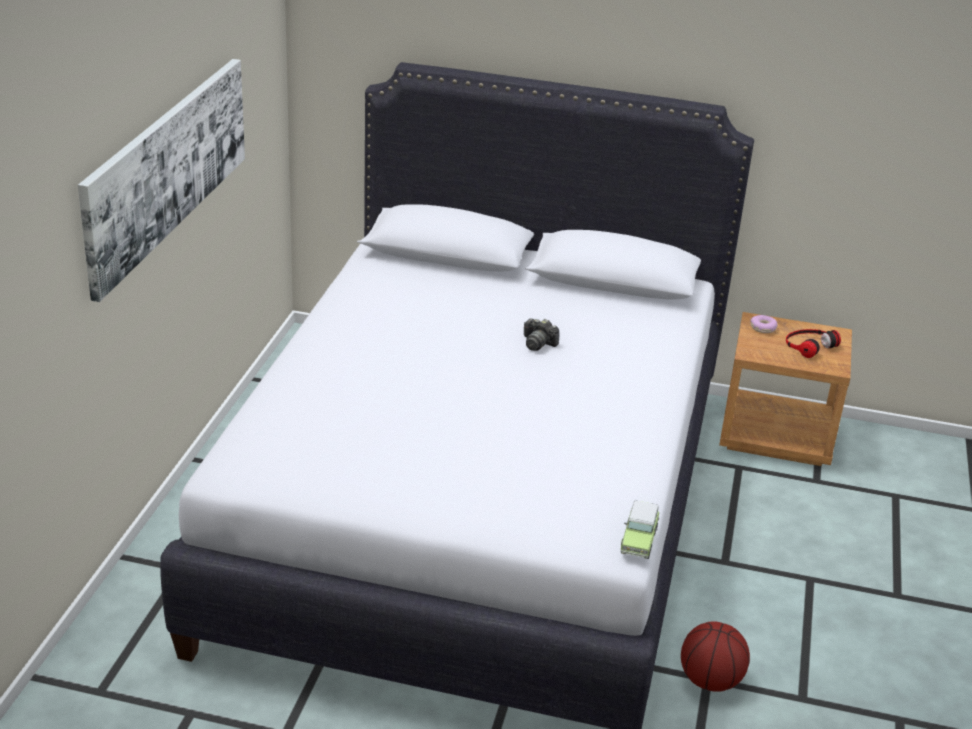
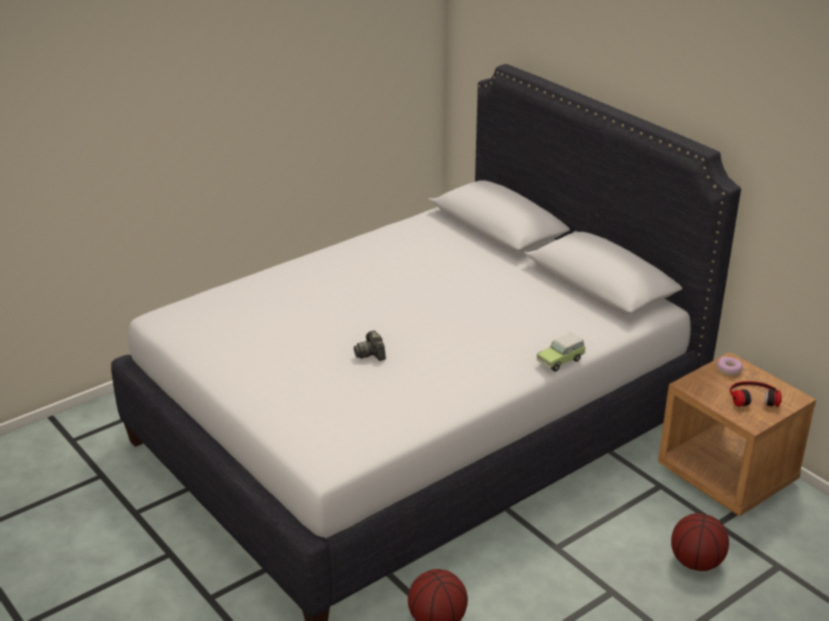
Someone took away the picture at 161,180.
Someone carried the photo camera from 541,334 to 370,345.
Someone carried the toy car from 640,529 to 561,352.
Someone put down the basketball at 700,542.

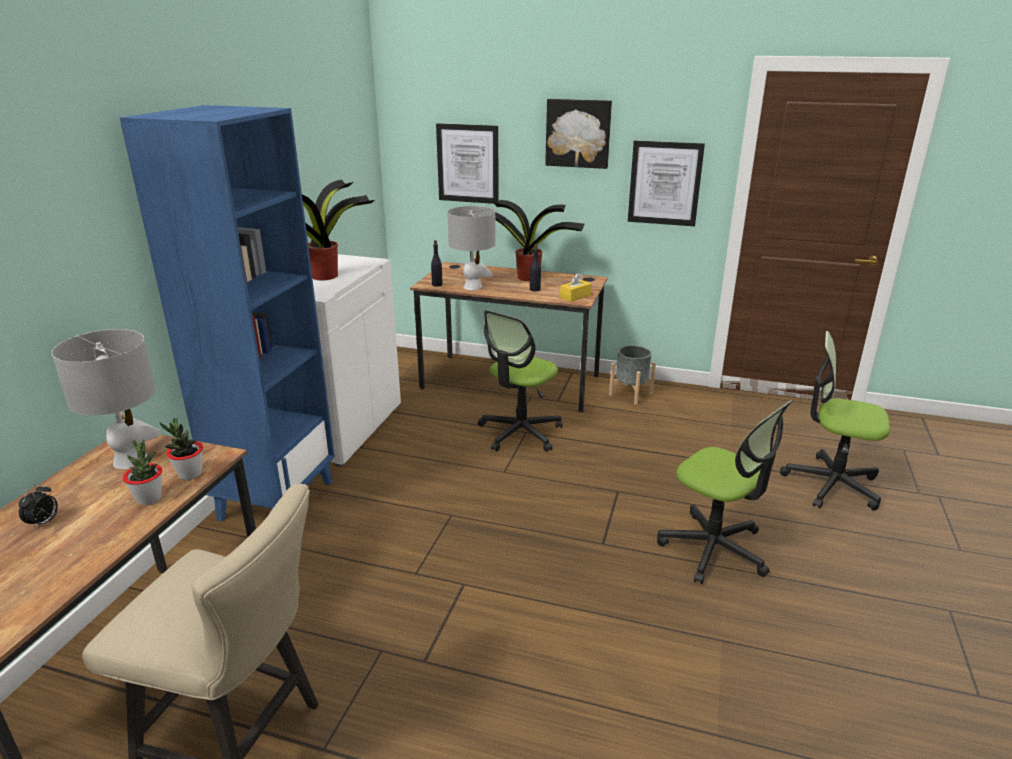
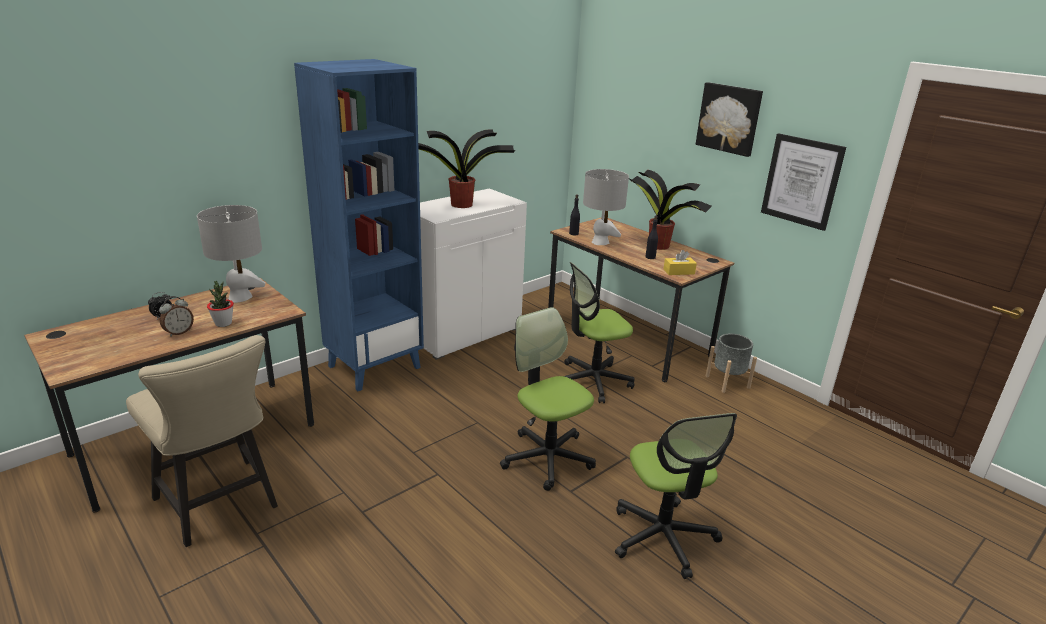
Someone took away the picture at 467,163.
Someone carried the office chair from 835,421 to 548,399.
Someone took away the potted plant at 181,449.
Someone put down the alarm clock at 176,316.

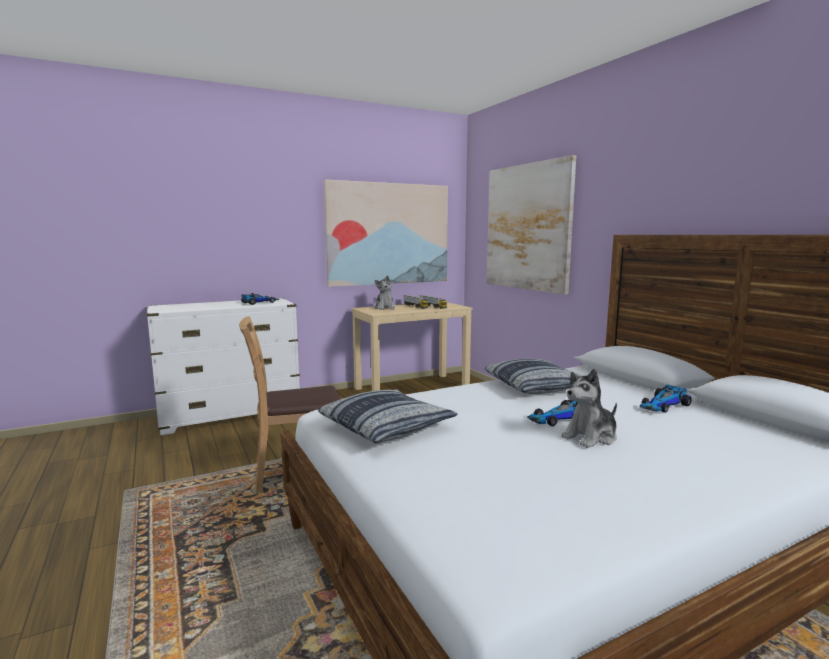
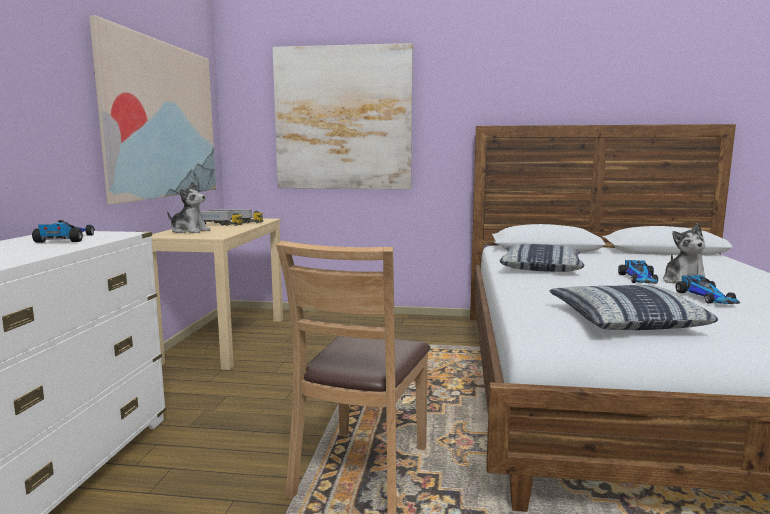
Someone carried the toy car from 665,399 to 708,289.

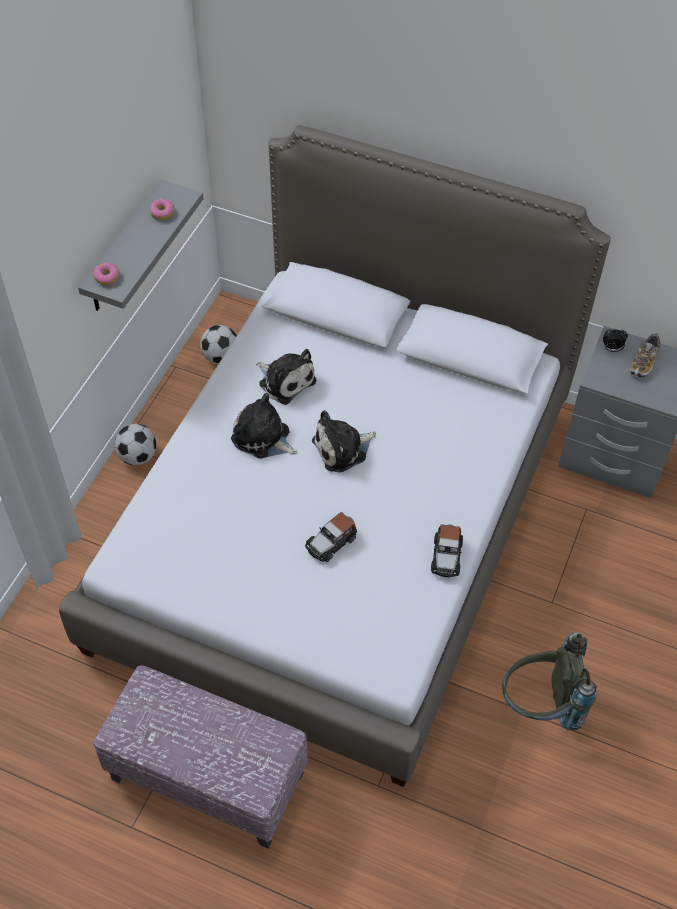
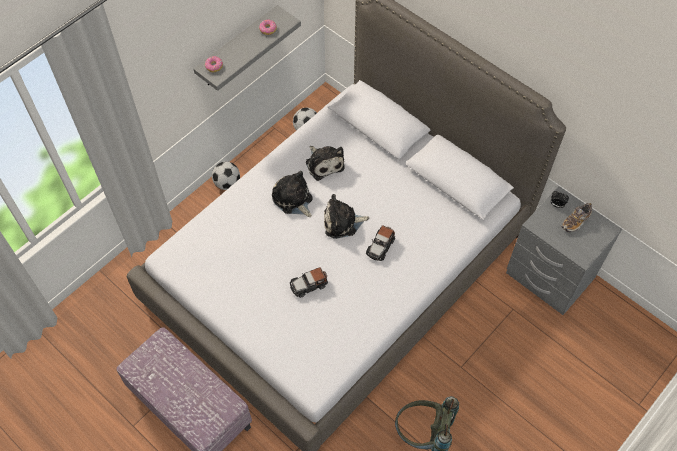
Someone carried the toy car from 447,550 to 380,243.

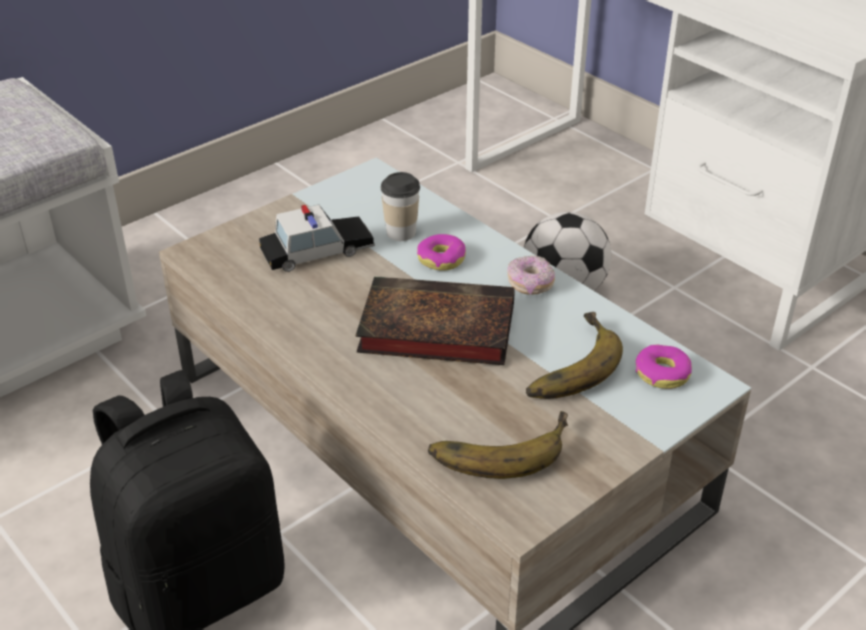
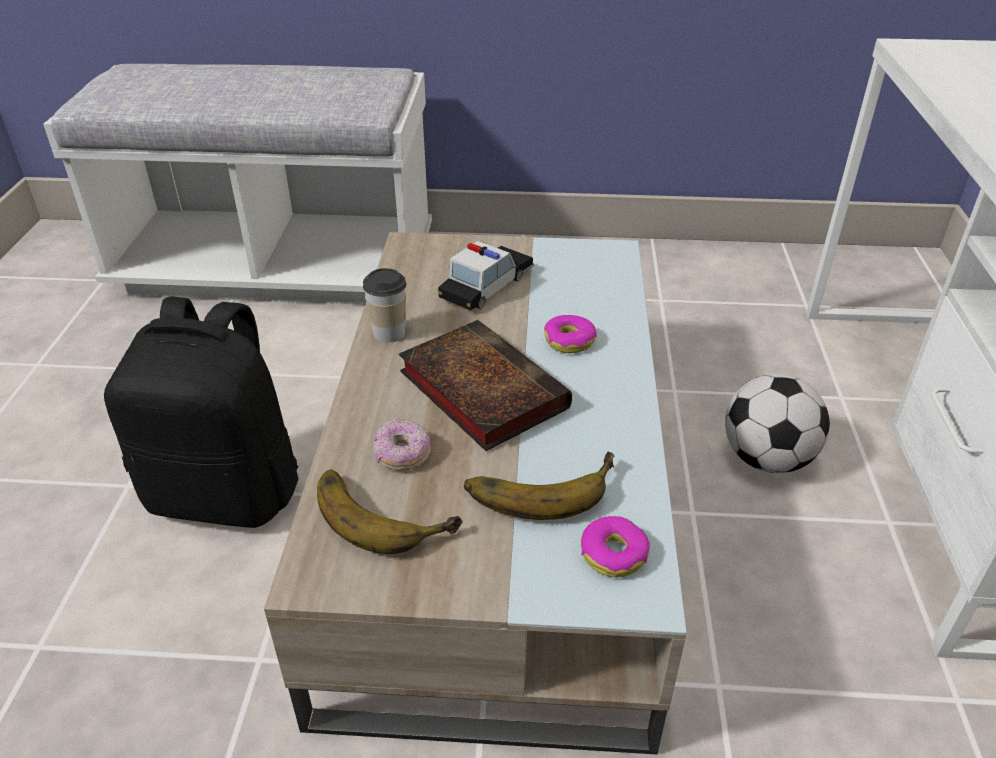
Someone carried the cup from 400,206 to 384,305.
Someone rotated the toy car at 317,238 by 75 degrees counterclockwise.
Someone carried the donut from 531,275 to 401,444.

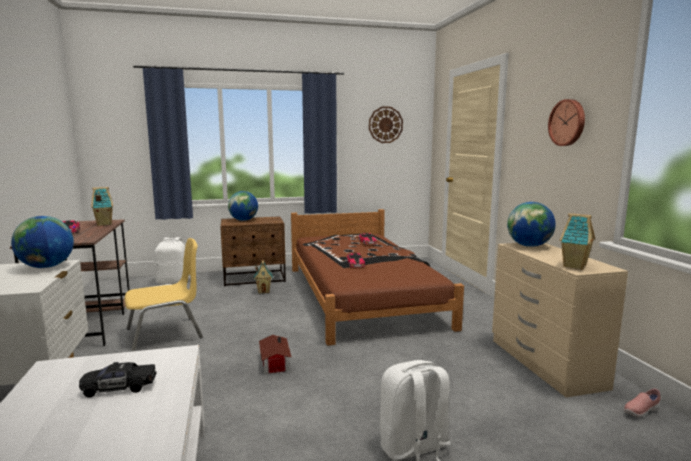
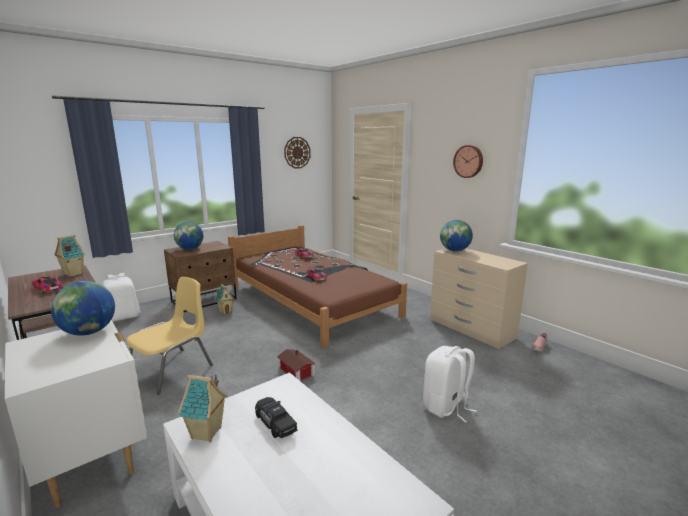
Someone carried the toy house from 577,241 to 202,408.
Someone rotated the black toy car at 117,380 by 90 degrees clockwise.

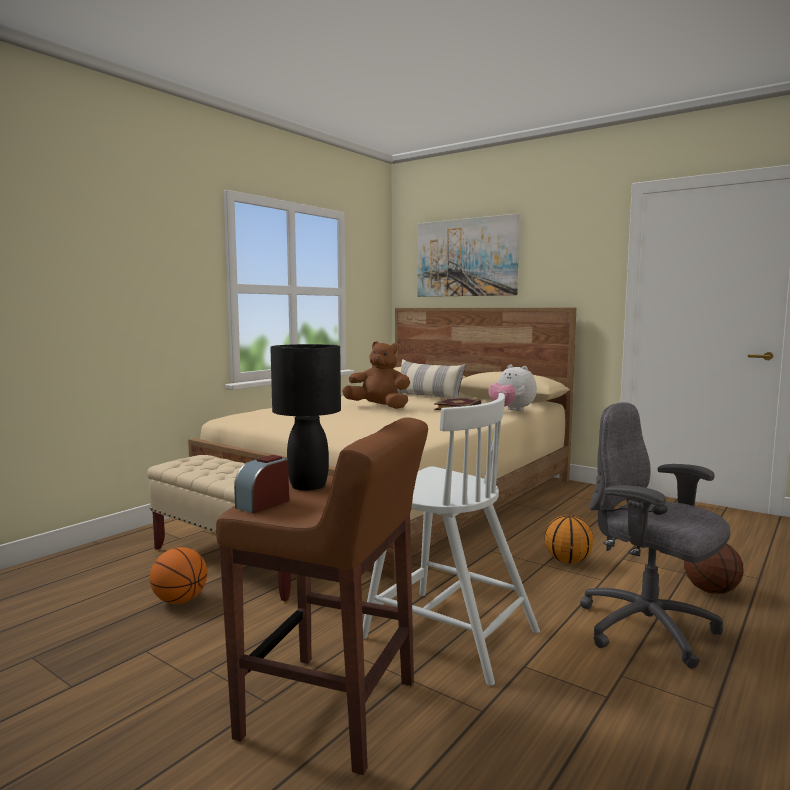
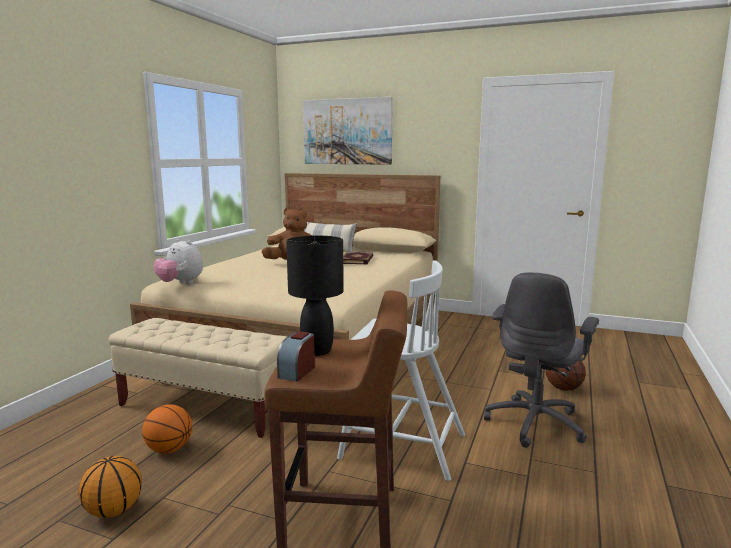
Someone carried the plush toy from 512,387 to 178,261.
Someone rotated the grey office chair at 655,535 by 90 degrees counterclockwise.
Someone carried the basketball from 569,539 to 110,487.

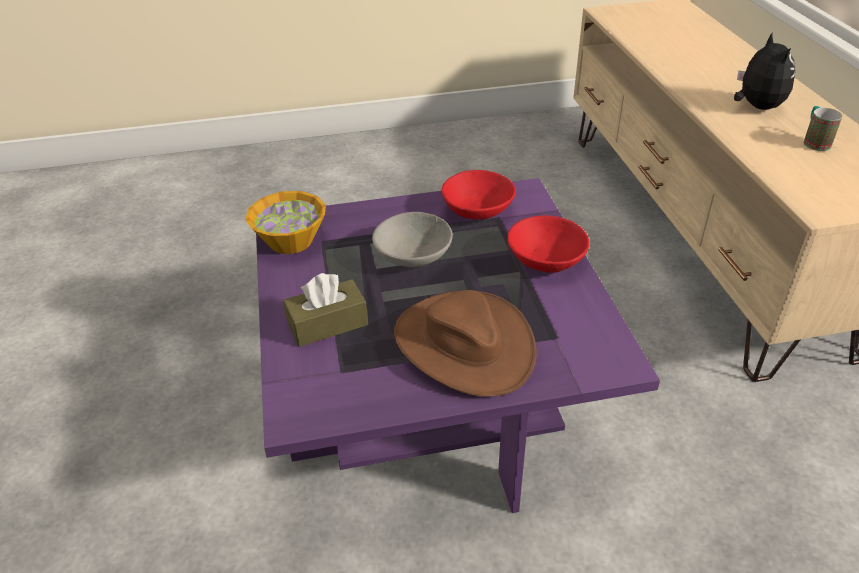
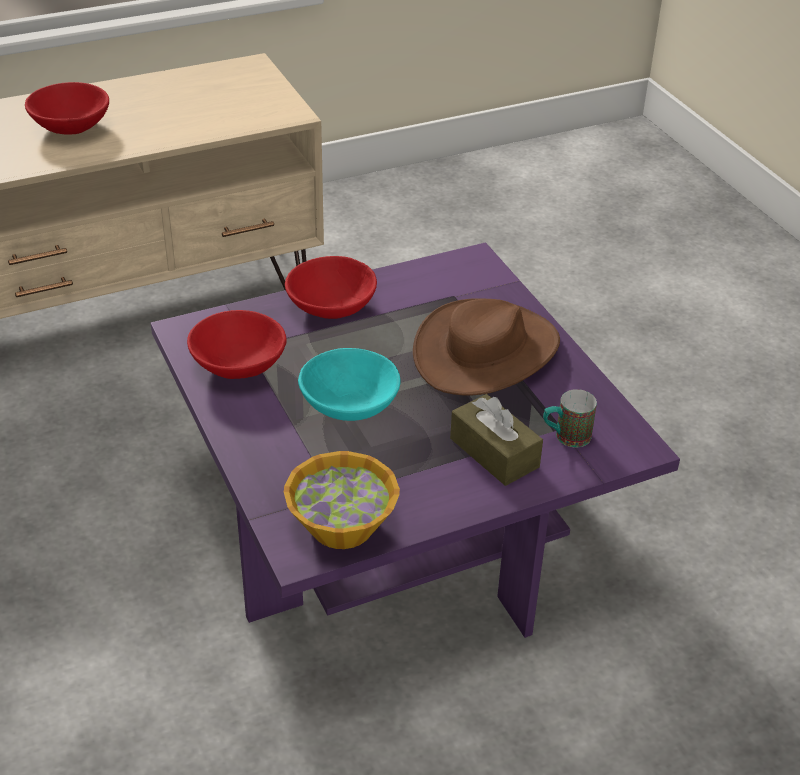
Someone swapped the plush toy at 764,71 for the red bowl at 67,108.
Someone carried the mug from 822,128 to 570,418.
Someone repainted the grey bowl at 412,239, which became the turquoise bowl at 349,384.

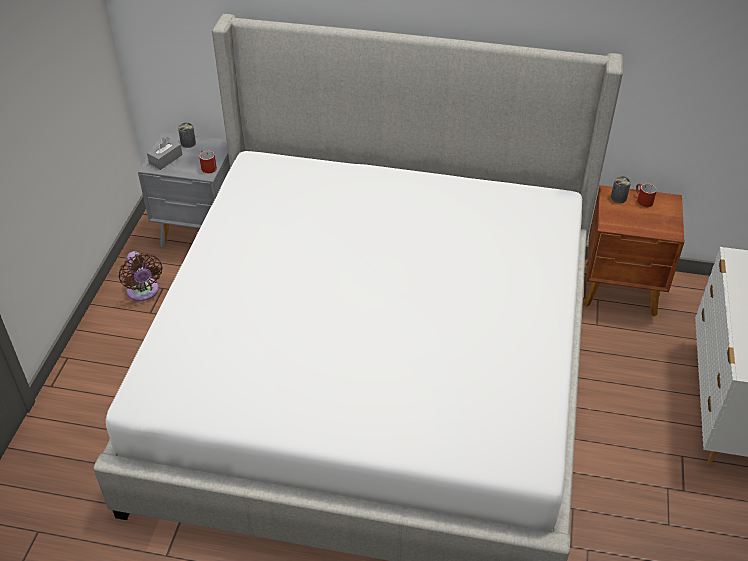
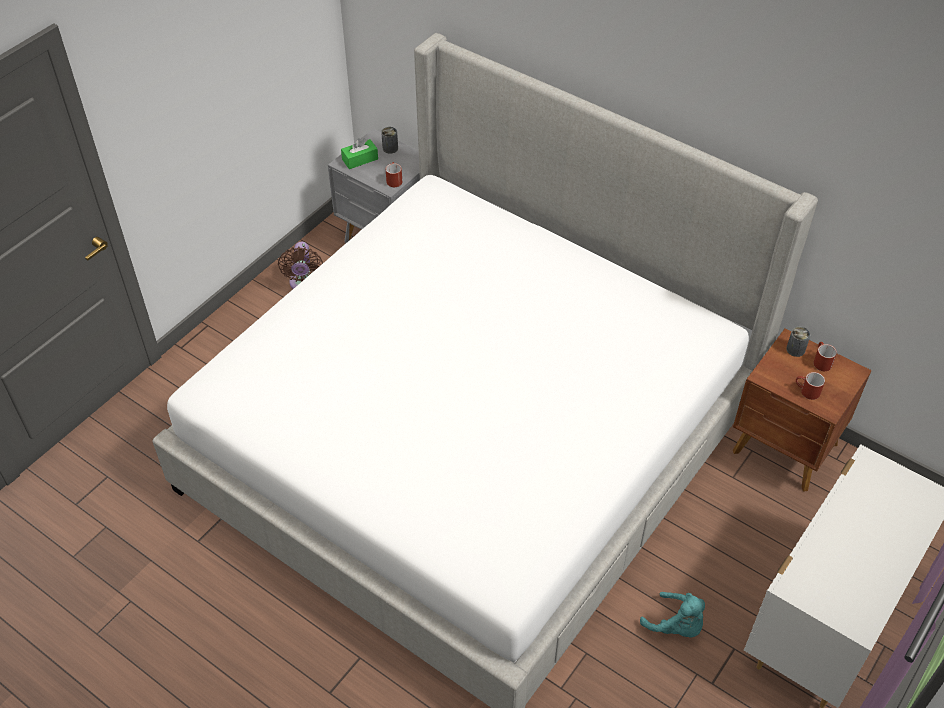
Someone repainted the grey tissue box at 165,153, which became the green tissue box at 359,153.
Someone put down the red mug at 810,386.
Someone put down the turquoise plush toy at 672,615.

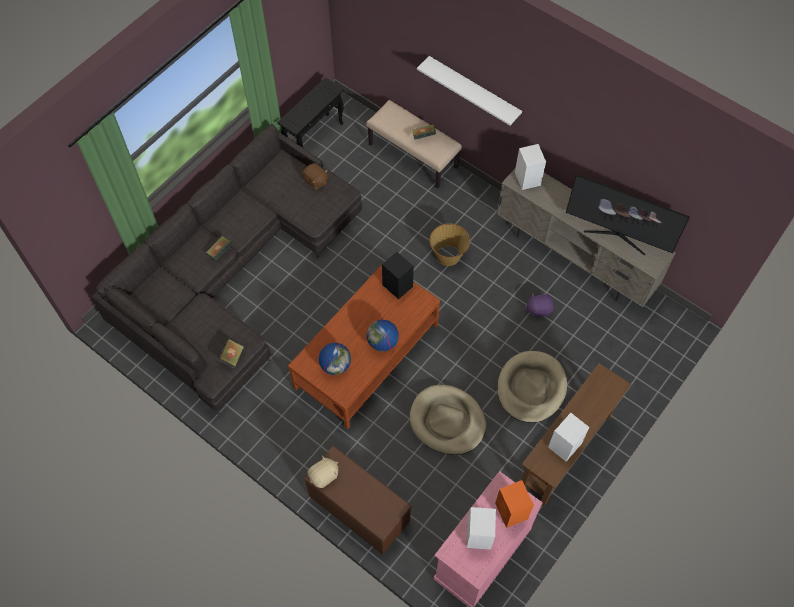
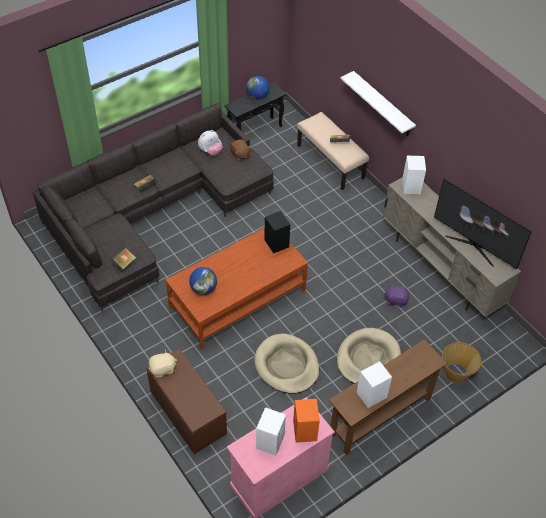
Someone carried the basket from 450,244 to 461,362.
Someone carried the globe from 383,335 to 257,87.
Someone put down the plush toy at 210,143.

